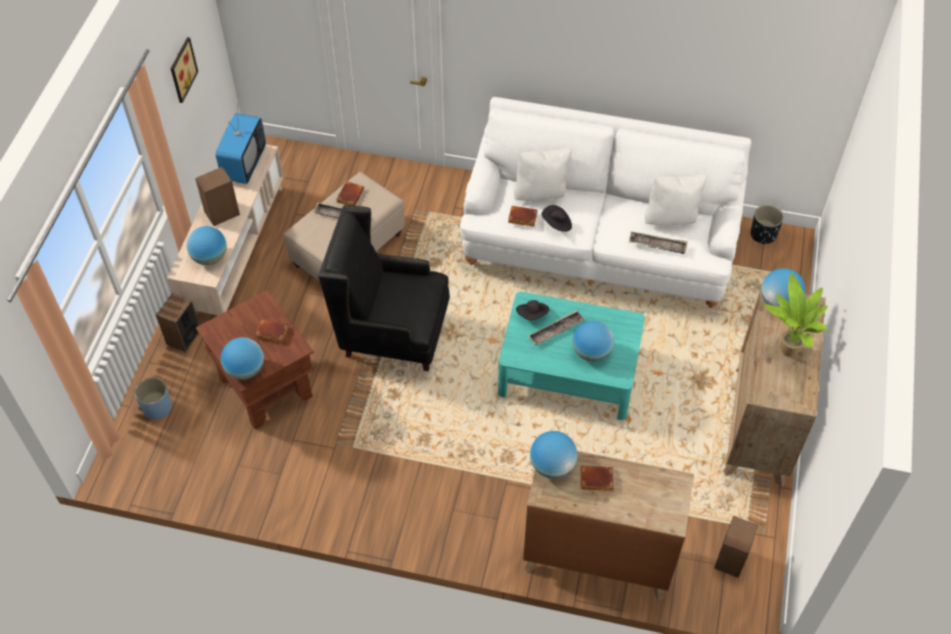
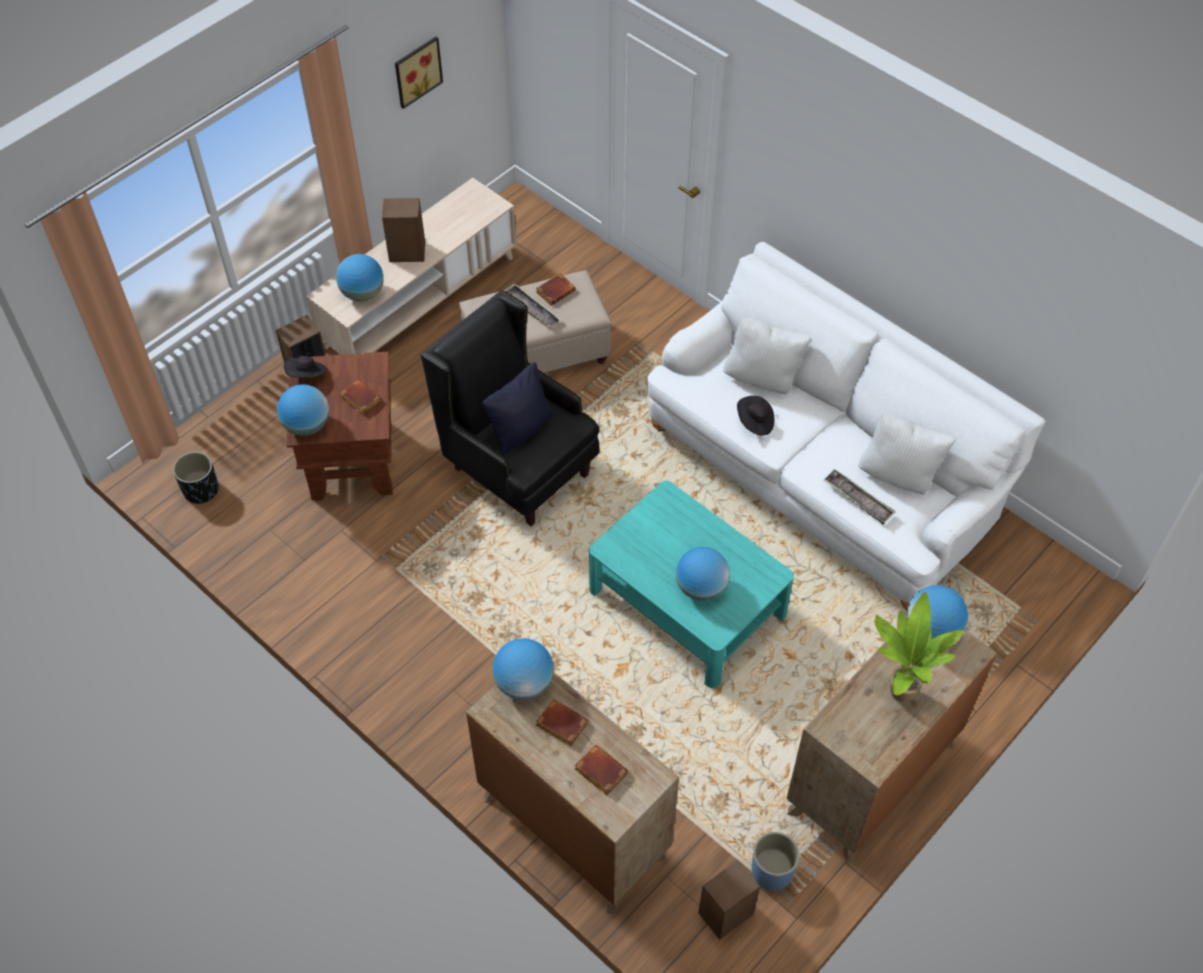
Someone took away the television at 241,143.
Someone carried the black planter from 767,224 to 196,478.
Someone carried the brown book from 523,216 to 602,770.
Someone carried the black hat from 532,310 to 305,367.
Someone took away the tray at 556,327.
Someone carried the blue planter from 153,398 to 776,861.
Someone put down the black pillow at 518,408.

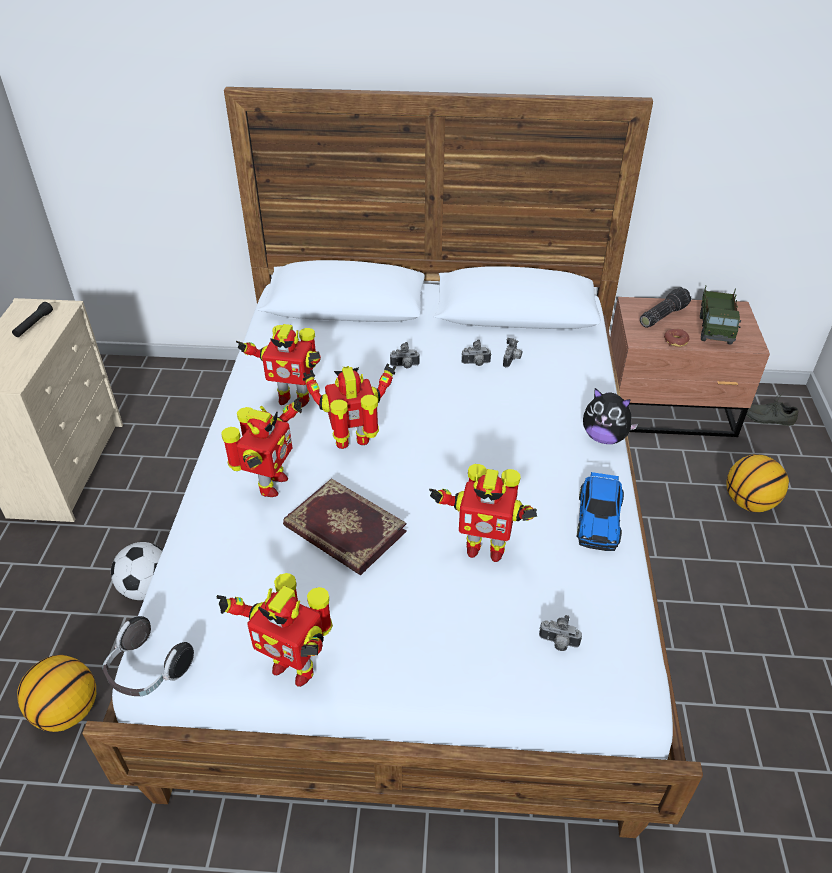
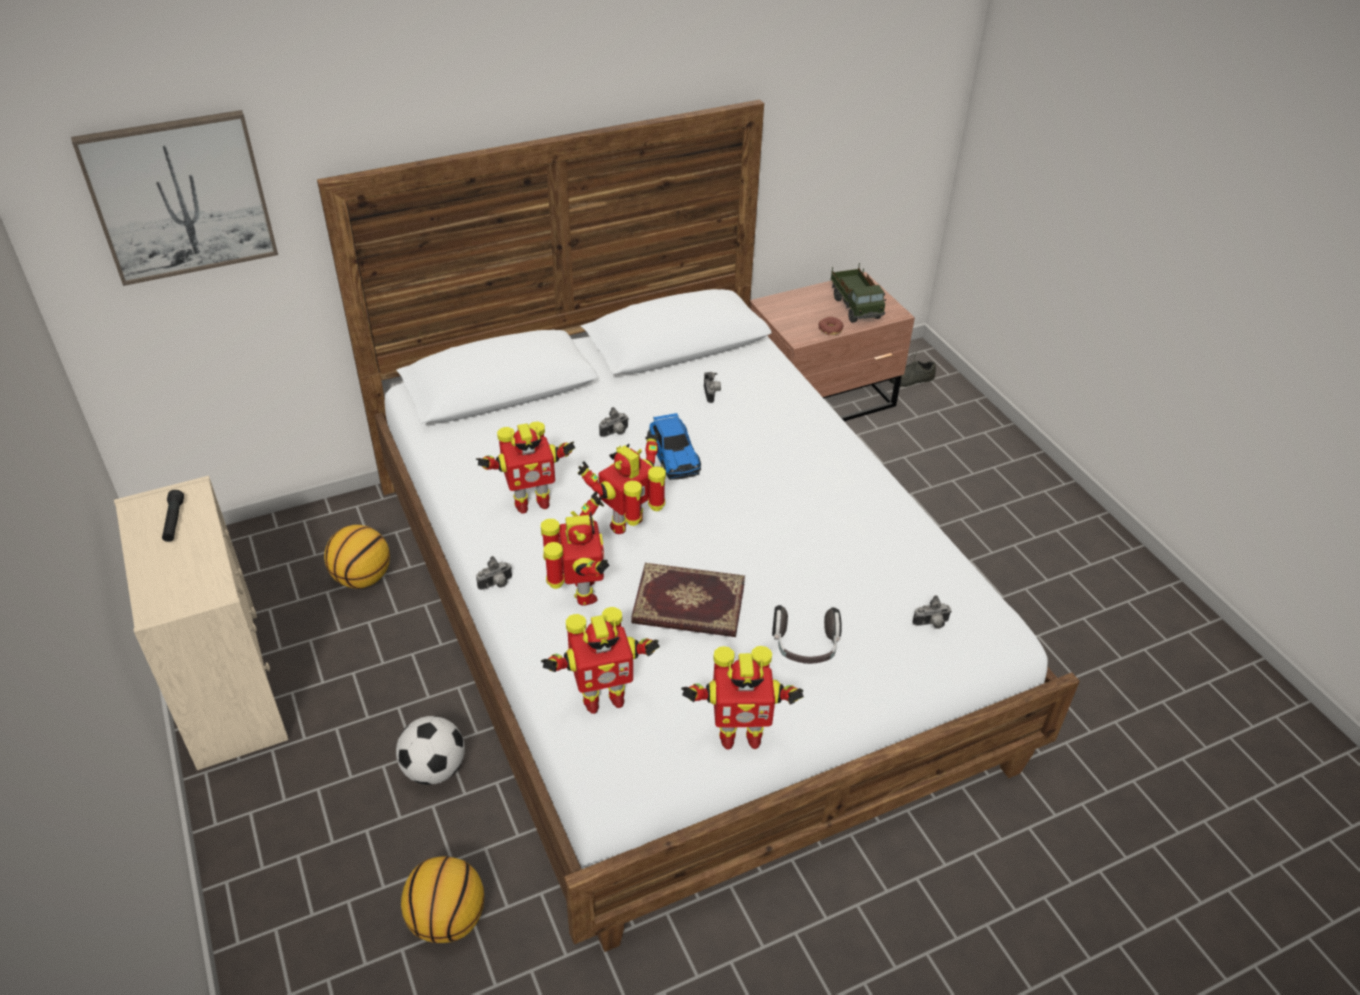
Someone took away the flashlight at 665,307.
Someone carried the photo camera from 476,353 to 494,573.
Someone took away the plush toy at 611,416.
Someone carried the basketball from 757,483 to 357,557.
Someone carried the toy robot from 483,513 to 600,660.
Someone carried the toy car from 600,511 to 674,446.
Someone carried the headphones from 148,656 to 807,634.
Someone put up the picture at 174,198.

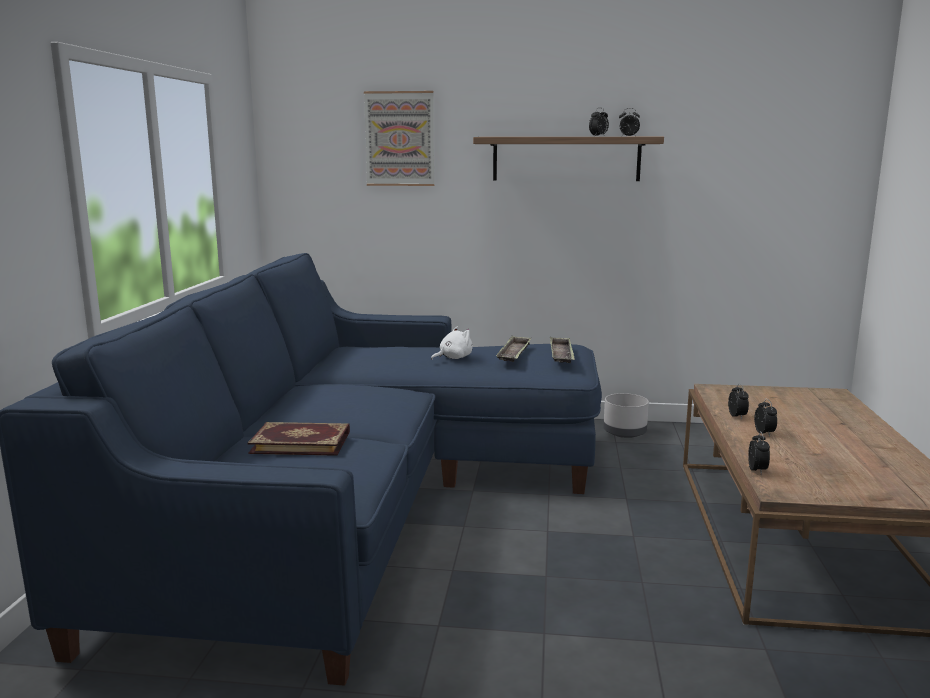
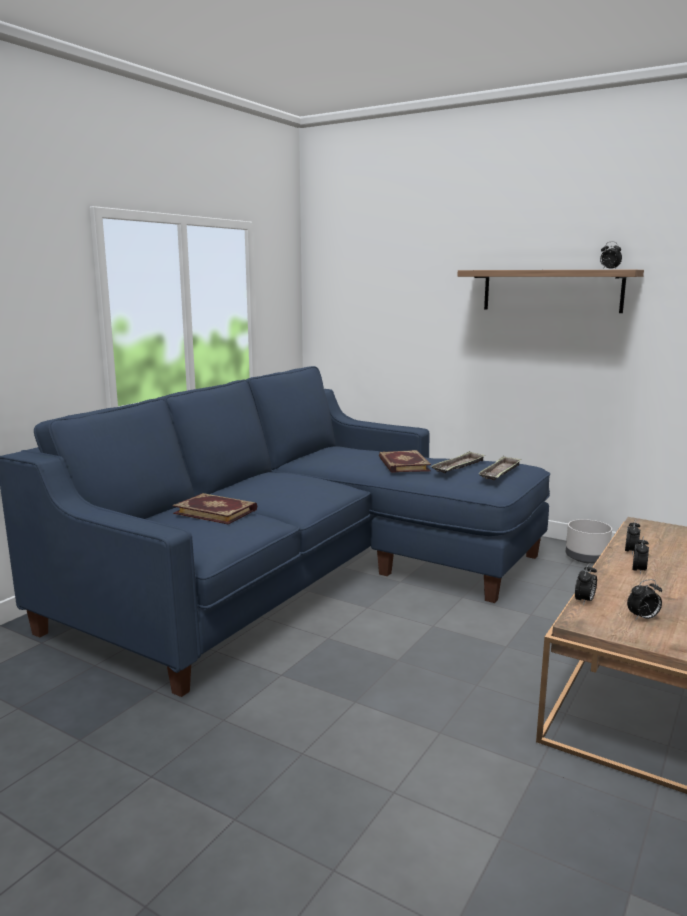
Someone took away the picture at 399,138.
Someone carried the alarm clock from 599,122 to 644,599.
Someone swapped the white plush toy at 452,343 for the book at 405,461.

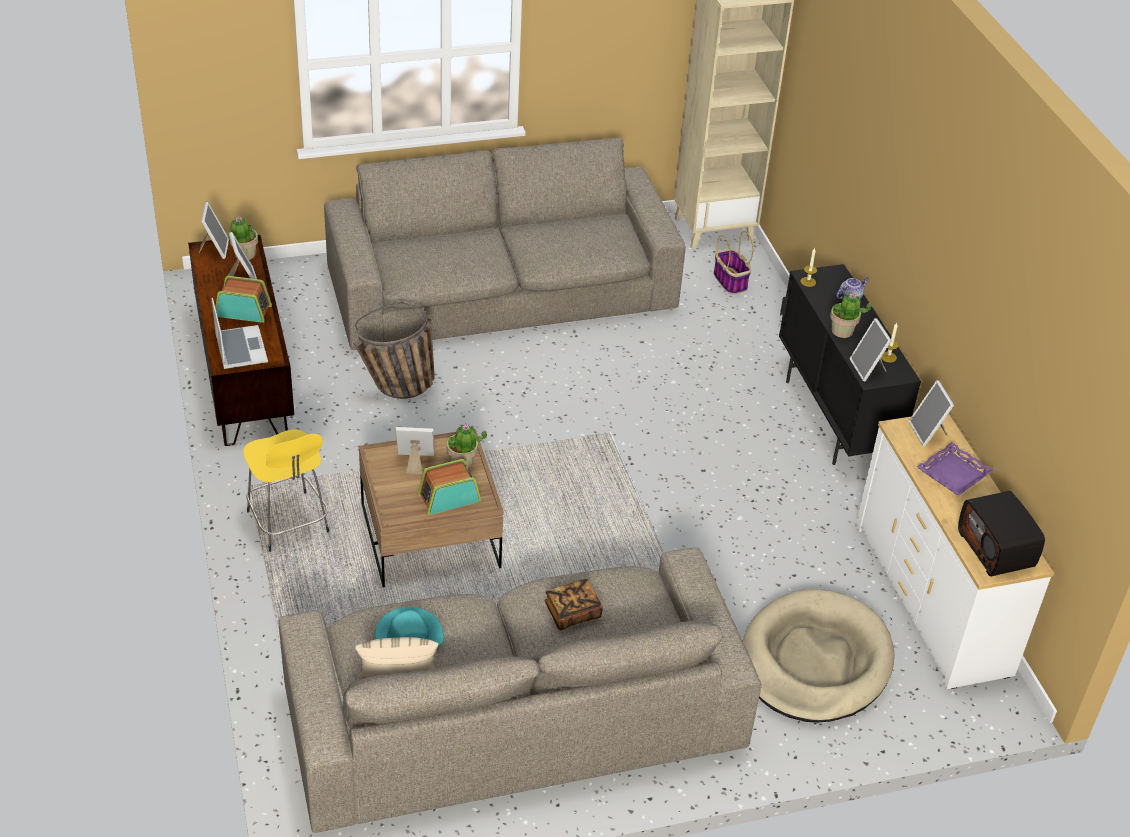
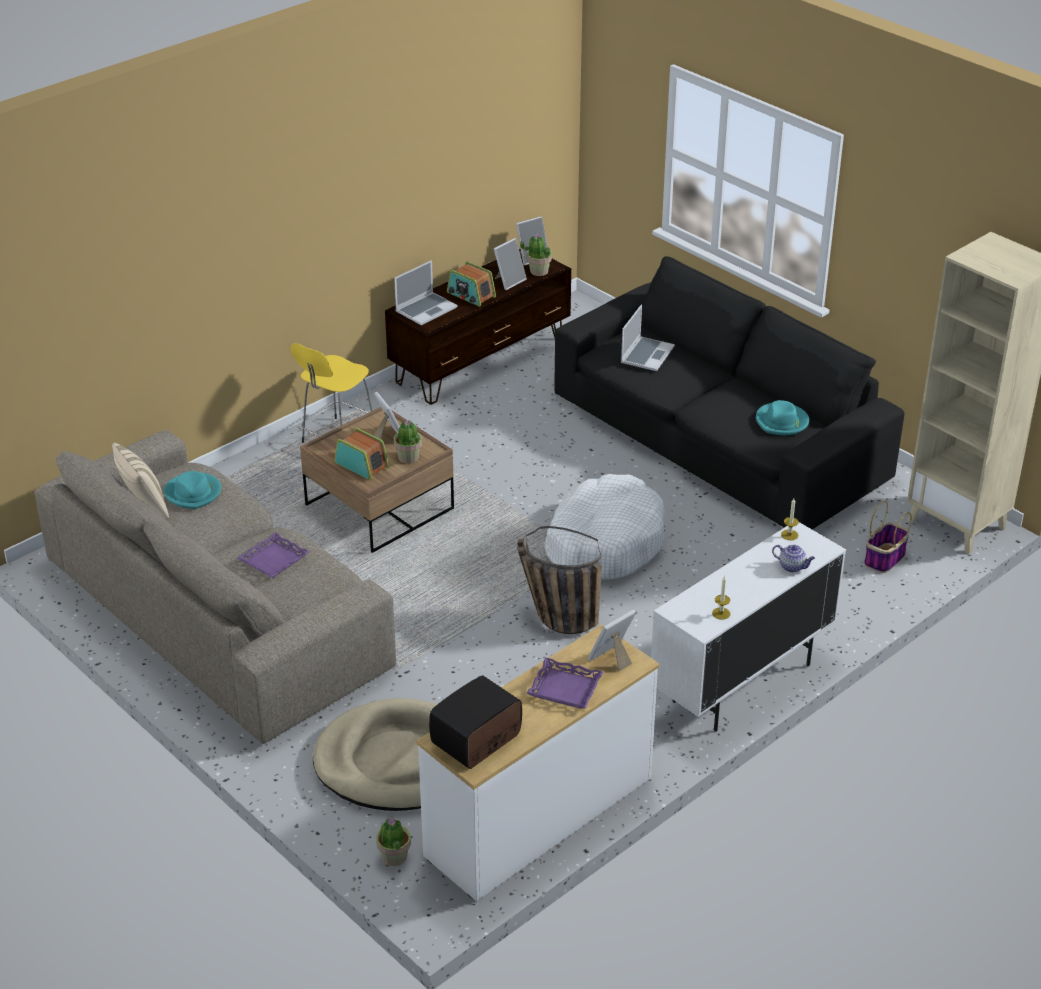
Someone repainted the beige sofa at 505,243, which became the black sofa at 729,392.
Someone repainted the black cabinet at 850,364, which became the white cabinet at 748,627.
Someone rotated the radio at 243,299 by 150 degrees clockwise.
Someone carried the potted plant from 850,315 to 393,842.
Someone carried the basket from 394,350 to 559,580.
Someone took away the picture frame at 870,349.
Someone swapped the book at 573,604 for the purple tray at 273,555.
Someone put down the laptop at 648,337.
Someone put down the turquoise hat at 782,417.
Someone put down the white dog bed at 605,527.

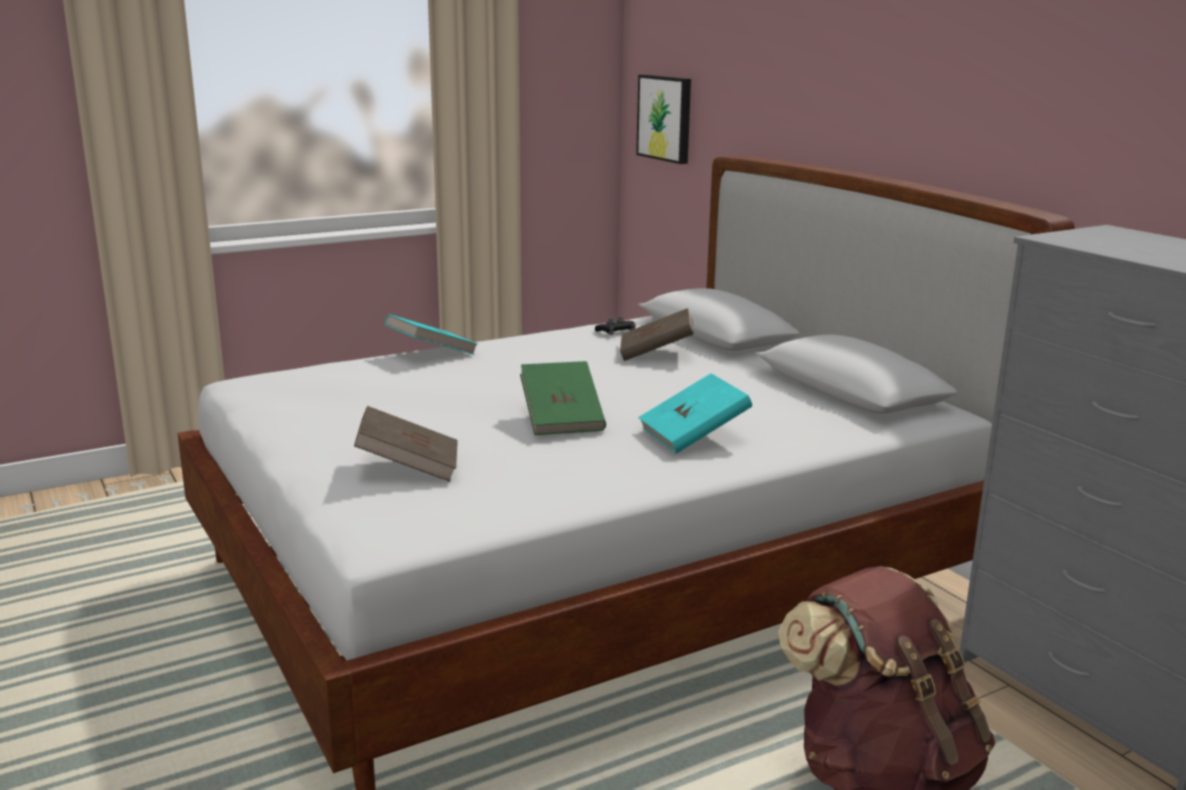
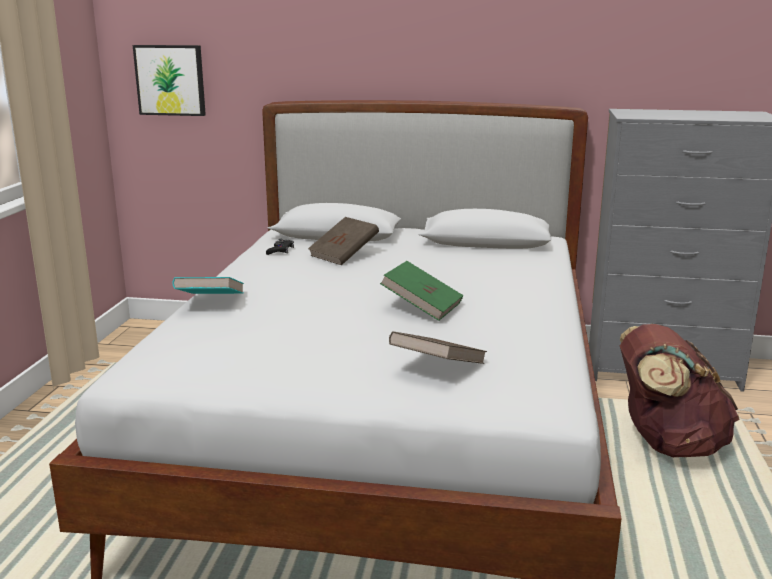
Someone took away the turquoise book at 695,413.

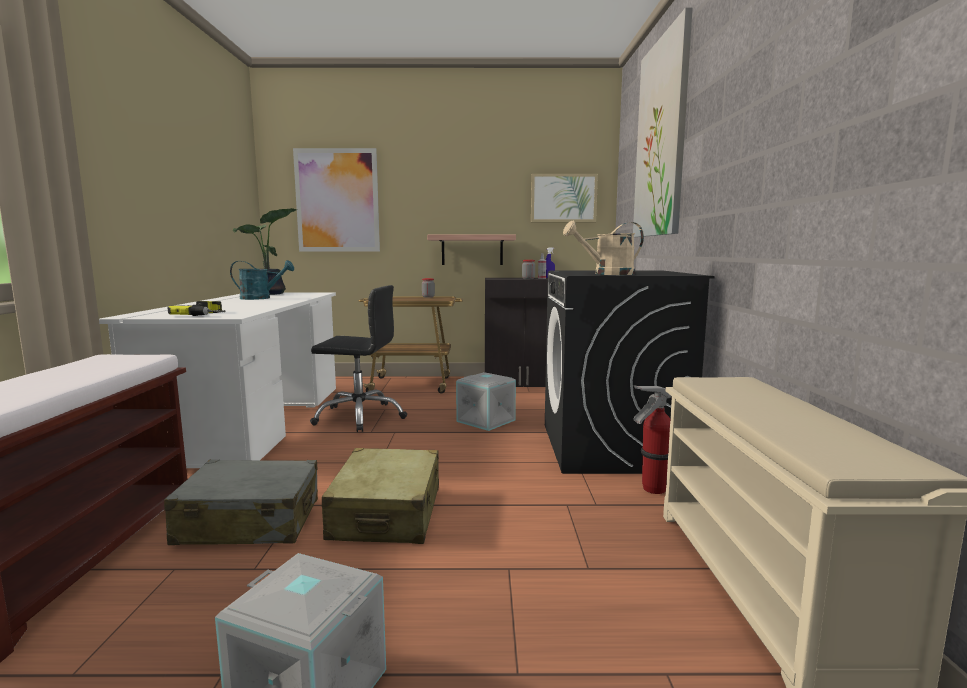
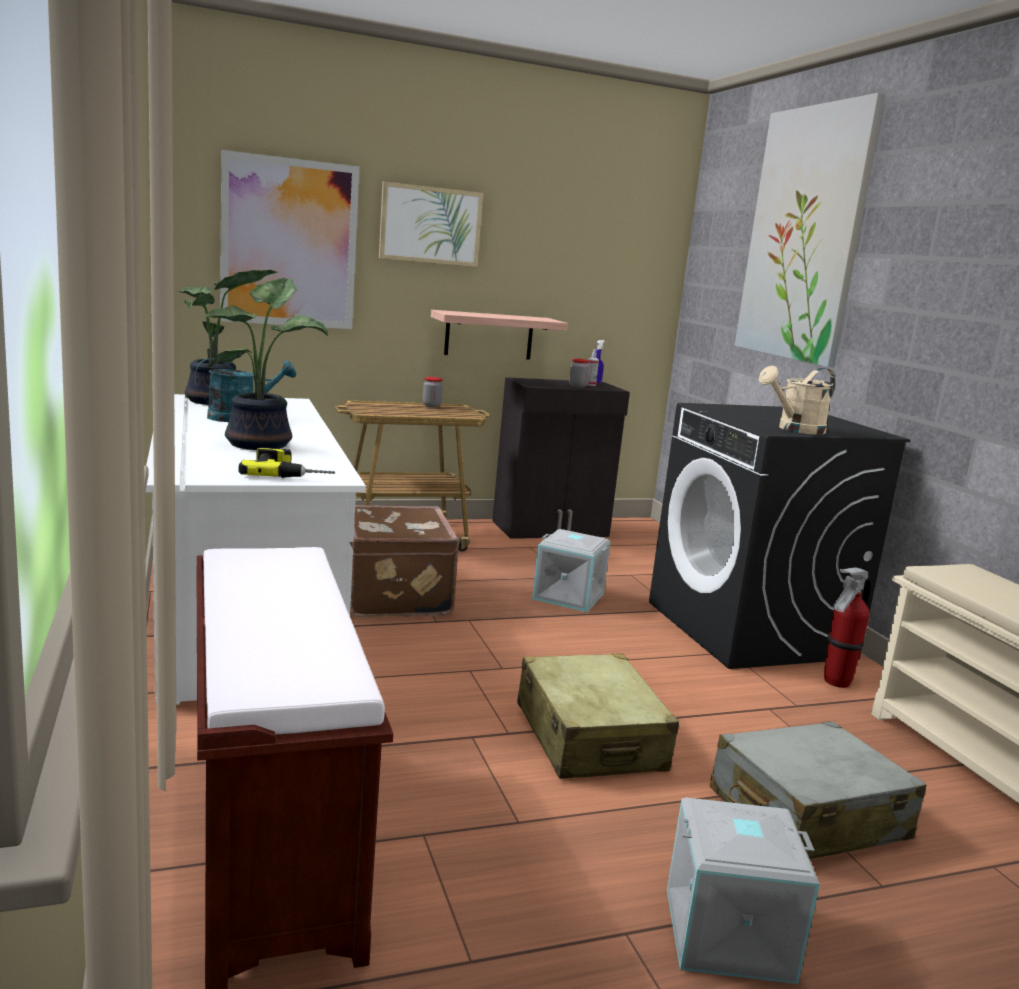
Someone carried the picture from 564,198 to 431,224.
Someone swapped the black office chair at 358,358 for the brown suitcase at 404,561.
Someone carried the grey suitcase from 241,502 to 818,790.
Someone put down the potted plant at 266,364.

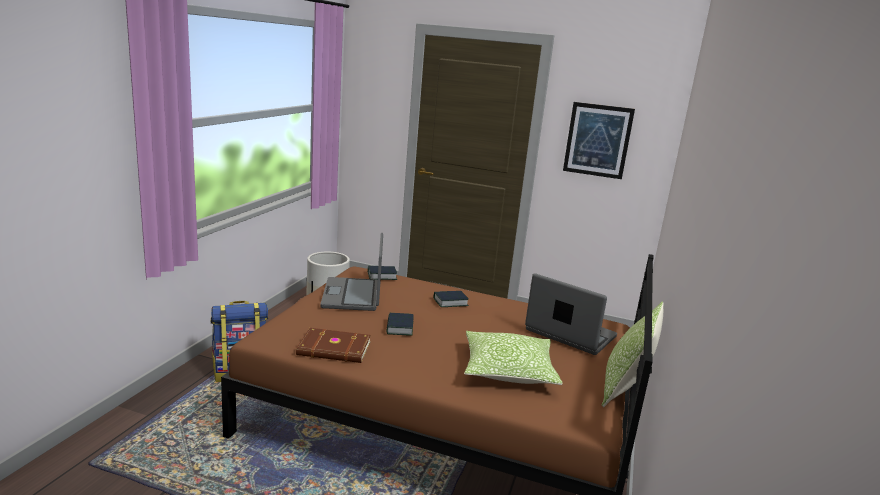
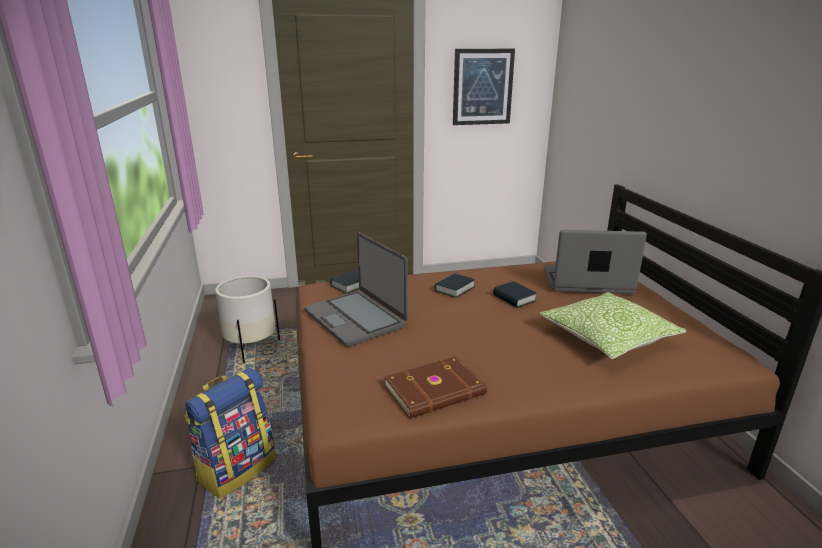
Someone took away the pillow at 633,354.
Someone carried the book from 400,324 to 515,294.

